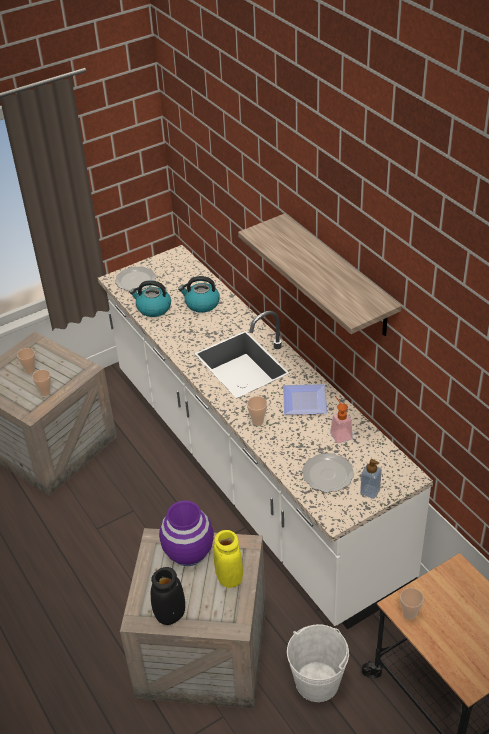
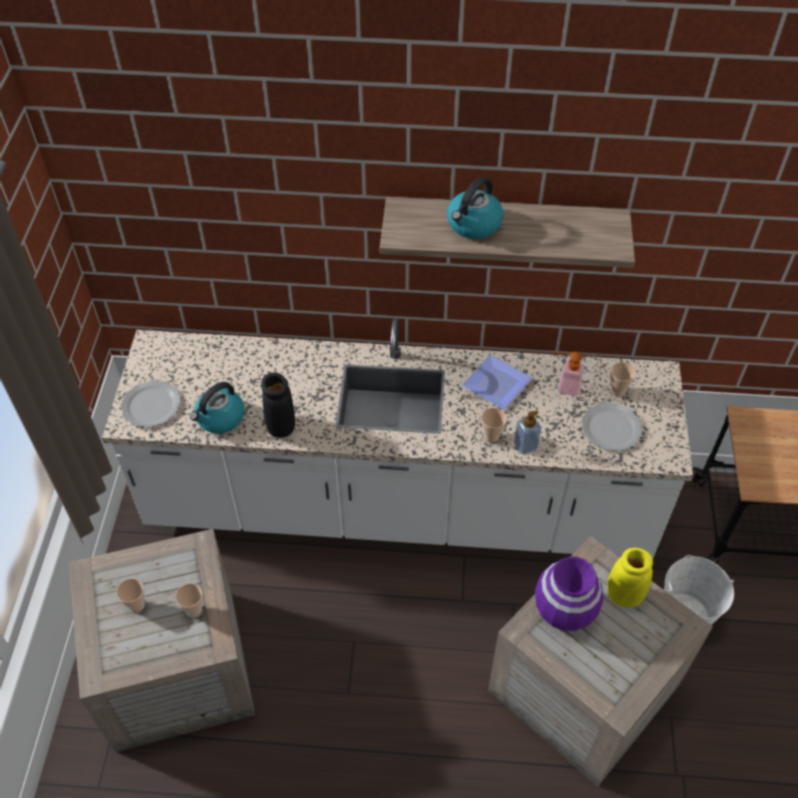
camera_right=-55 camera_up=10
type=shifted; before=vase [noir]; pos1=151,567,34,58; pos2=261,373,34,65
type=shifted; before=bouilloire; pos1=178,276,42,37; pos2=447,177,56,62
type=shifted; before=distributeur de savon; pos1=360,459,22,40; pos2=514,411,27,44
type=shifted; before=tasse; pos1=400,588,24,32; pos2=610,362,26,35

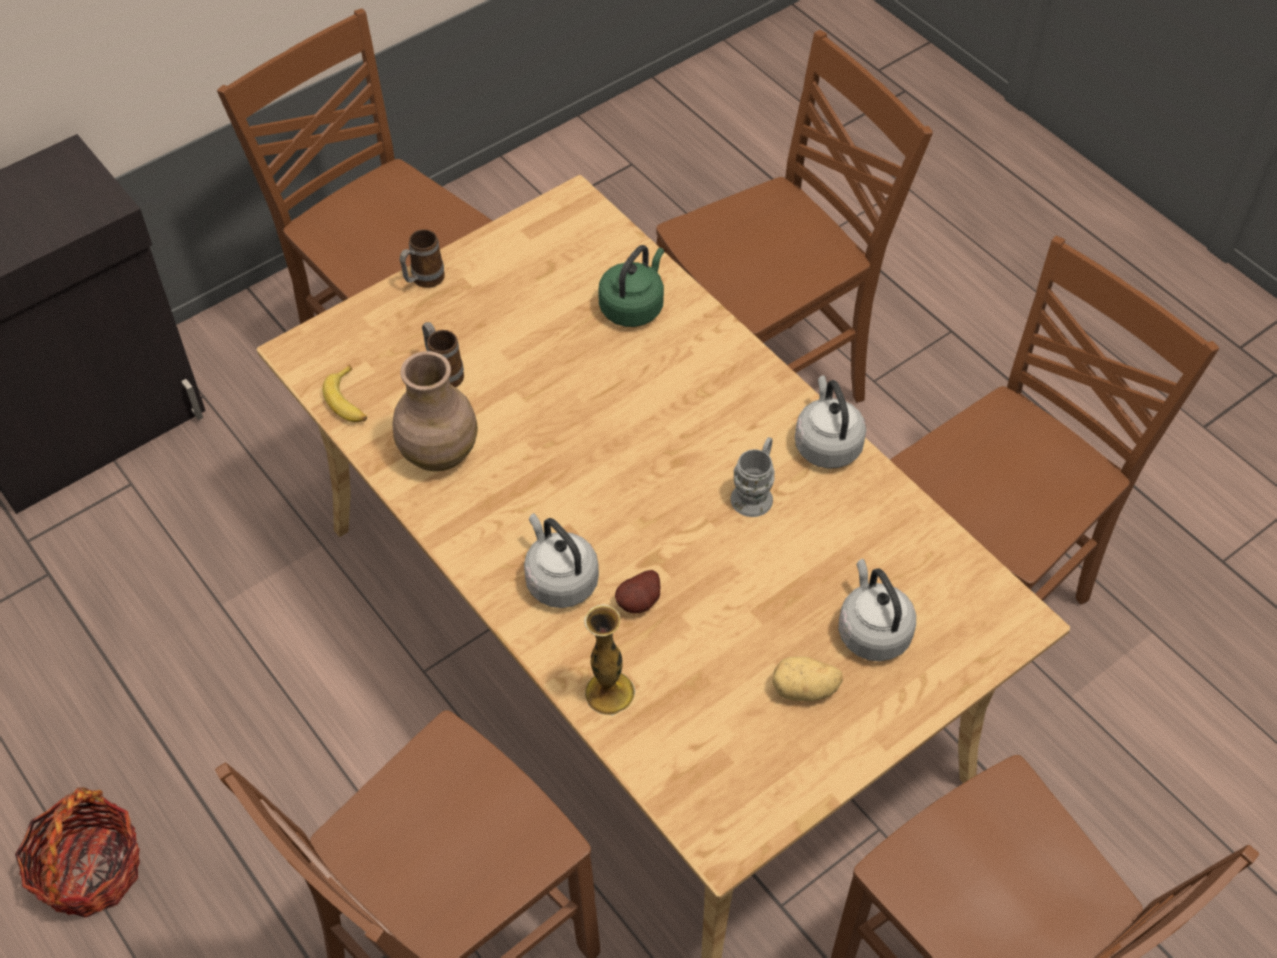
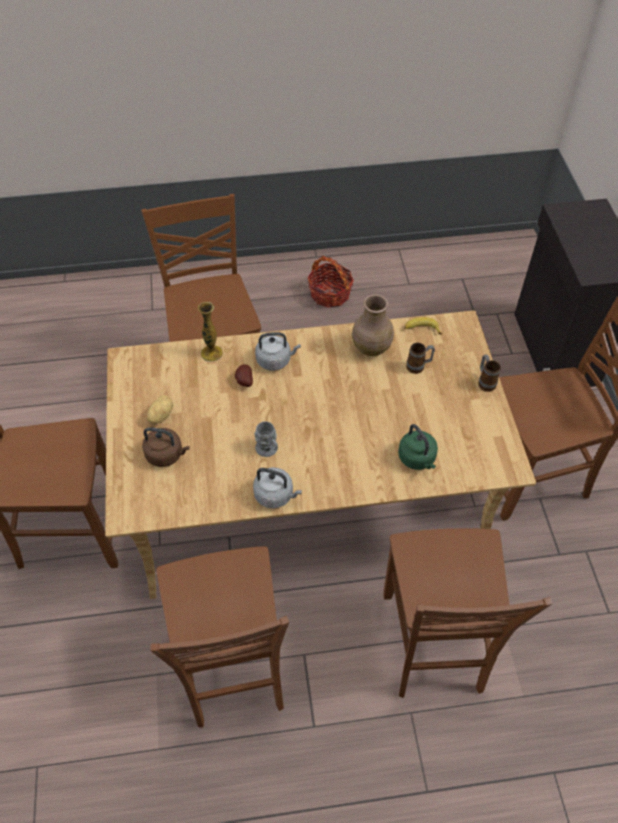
camera_right=120 camera_up=0
type=repainted; before=bouilloire [gris]; after=bouilloire [marron]; pos1=838,559,78,102; pos2=142,428,47,39

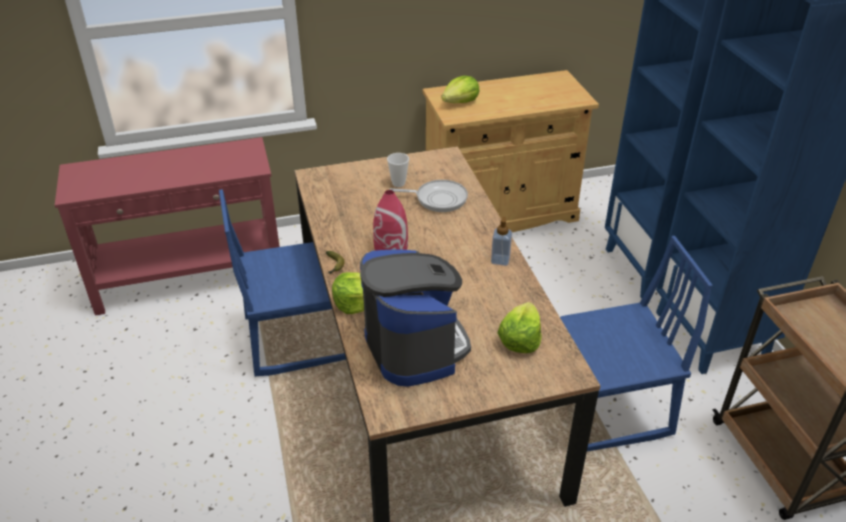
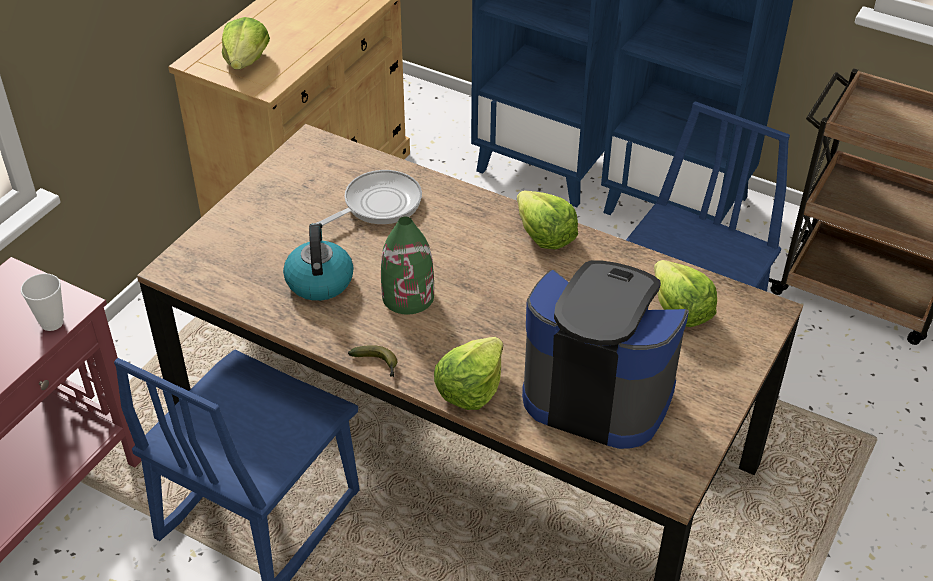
camera_right=-45 camera_up=5
type=repainted; before=vase [rouge]; after=vase [vert]; pos1=373,190,35,61; pos2=381,216,53,98
type=shifted; before=tasse; pos1=387,153,22,34; pos2=21,273,43,58
type=swapped; before=distributeur de savon; after=laitue; pos1=491,217,21,49; pos2=517,190,61,60
type=new; after=bouilloire; pos2=283,223,71,78

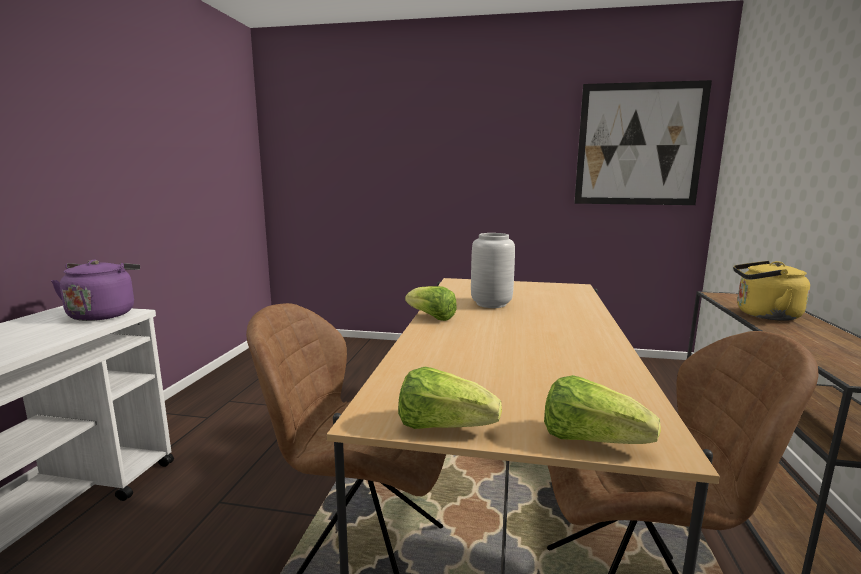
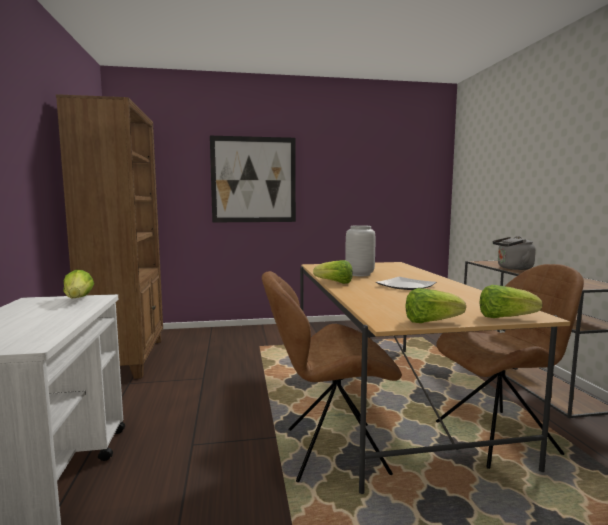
camera_right=-20 camera_up=-5
type=swapped; before=bouilloire [violet]; after=laitue; pos1=51,260,89,61; pos2=63,269,31,29
type=shifted; before=tableau; pos1=574,80,138,125; pos2=210,136,86,86
type=repainted; before=bouilloire [jaune]; after=bouilloire [gris]; pos1=733,261,77,60; pos2=493,236,43,34
type=new; after=bibliothèque [marron]; pos2=56,94,107,285
type=new; after=assiette; pos2=376,277,61,13

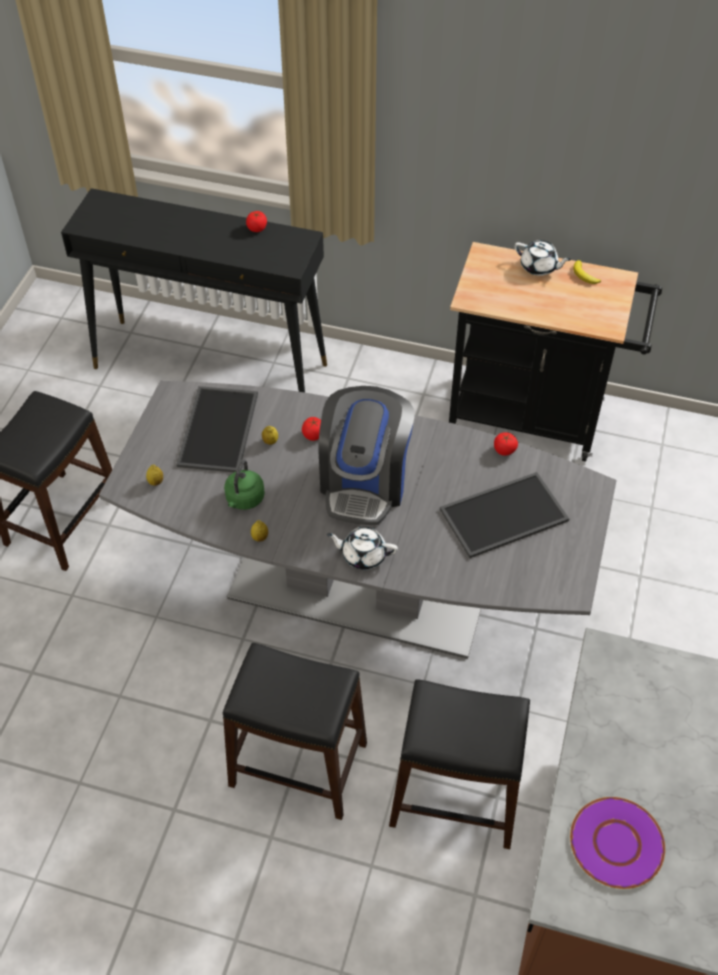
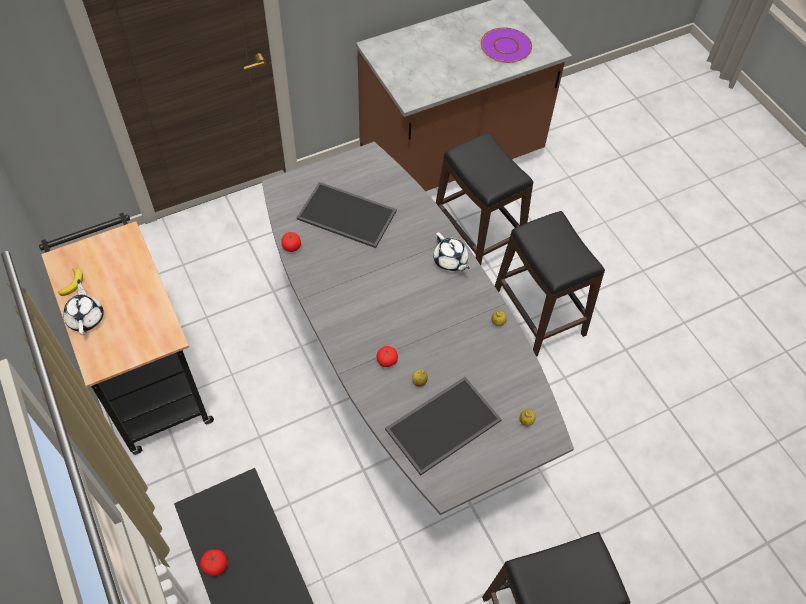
camera_right=-135 camera_up=5
type=gone; before=bouilloire [vert]; pos1=224,460,41,50
type=gone; before=machine à café; pos1=318,386,97,139

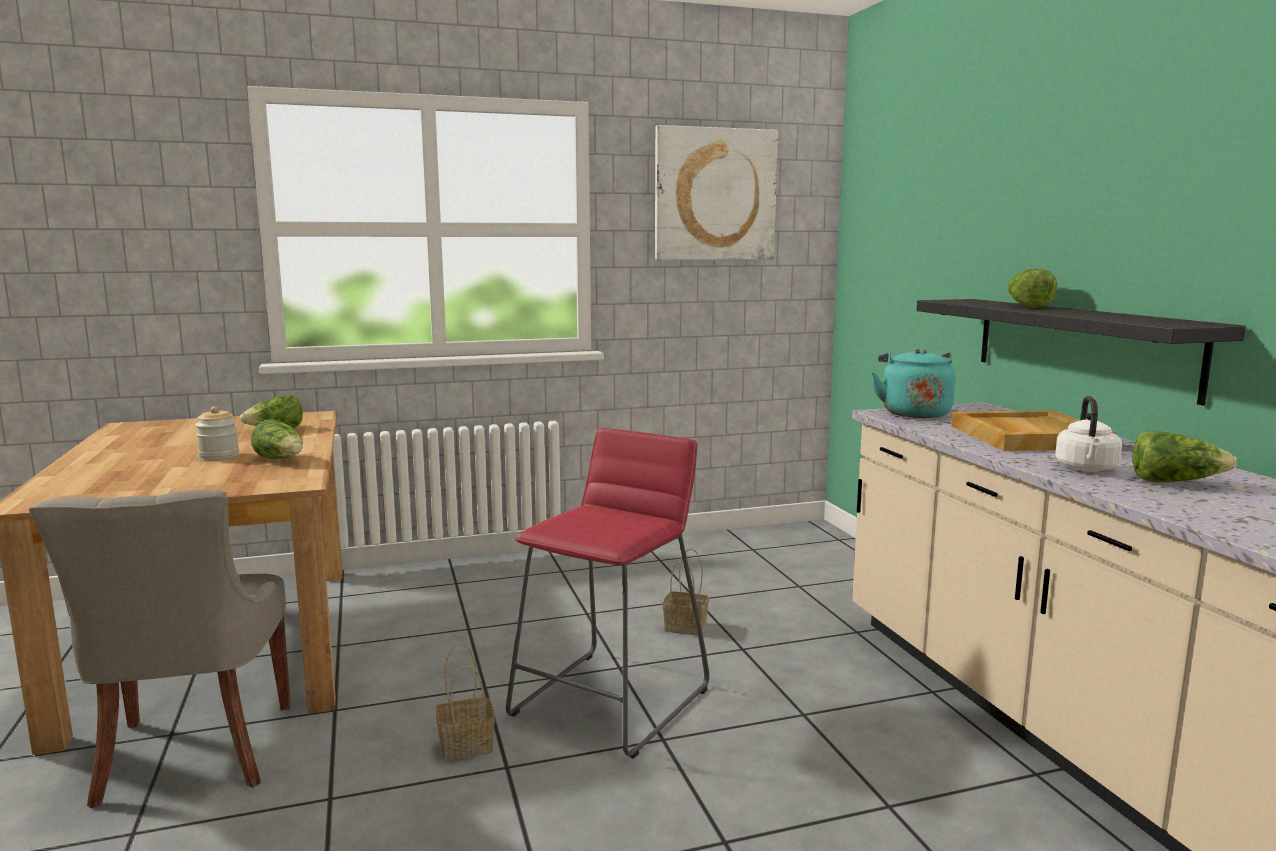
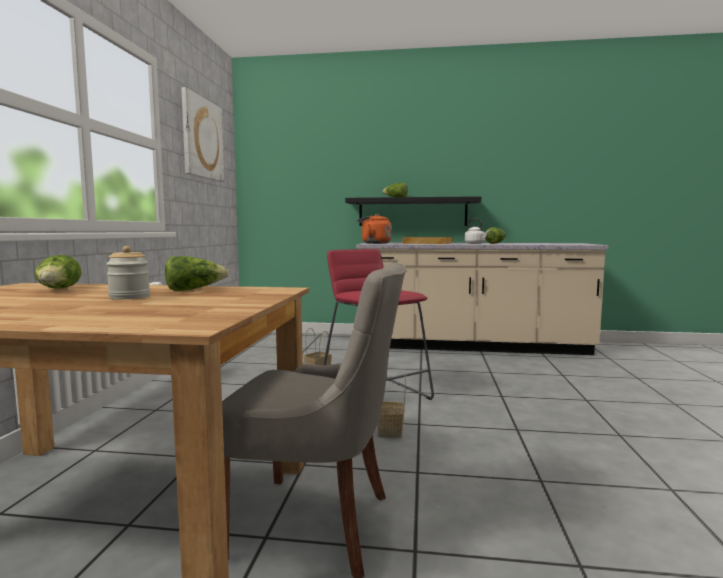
camera_right=-65 camera_up=-5
type=repainted; before=bouilloire [turquoise]; after=bouilloire [orange]; pos1=870,348,86,70; pos2=357,214,35,30

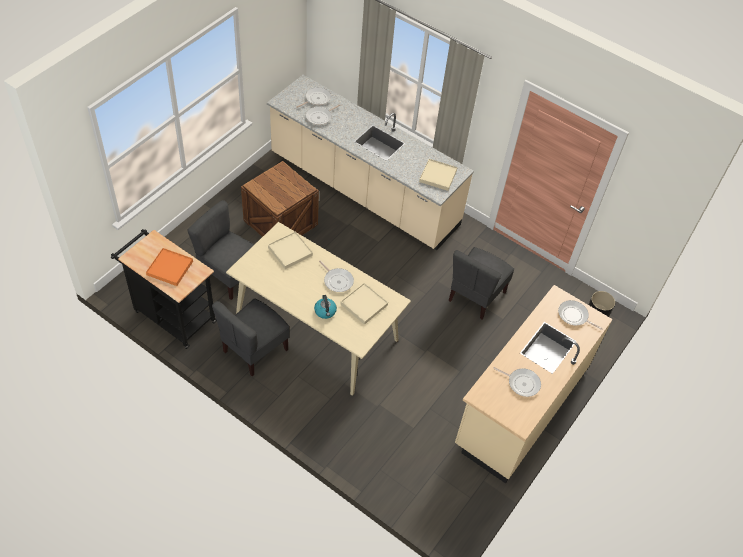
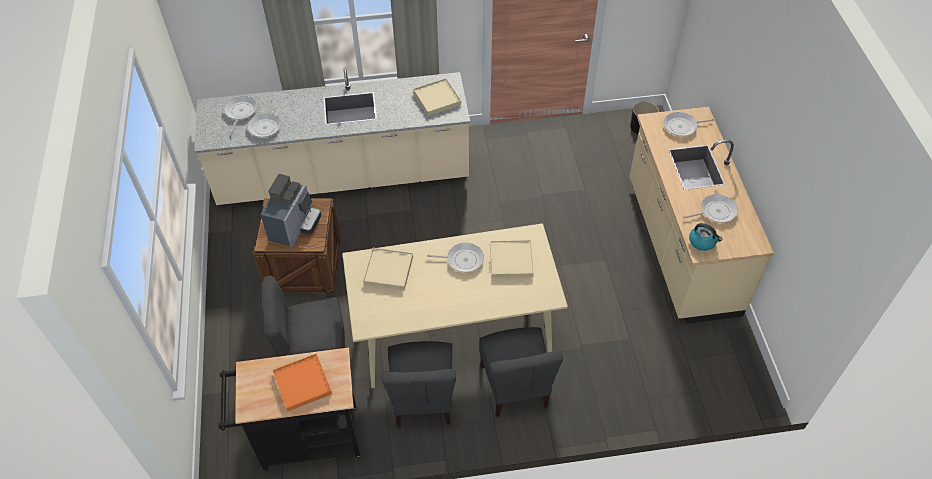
camera_right=-40 camera_up=0
type=shifted; before=bouilloire; pos1=314,295,23,24; pos2=689,223,33,28
type=shifted; before=chaise [gris]; pos1=449,247,65,72; pos2=479,327,84,90
type=new; after=machine à café; pos2=261,174,60,73

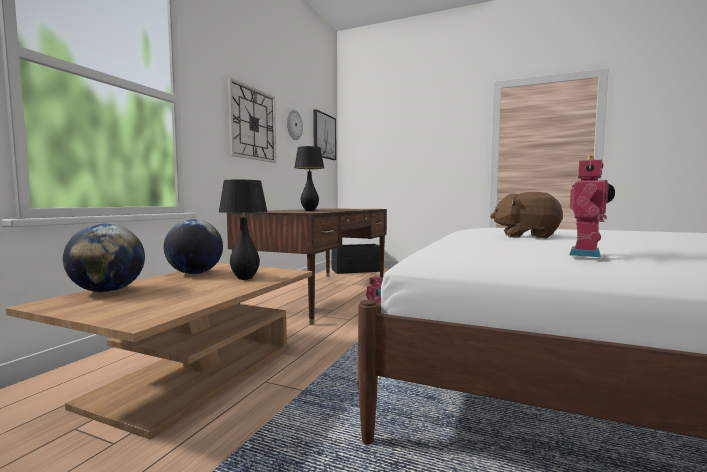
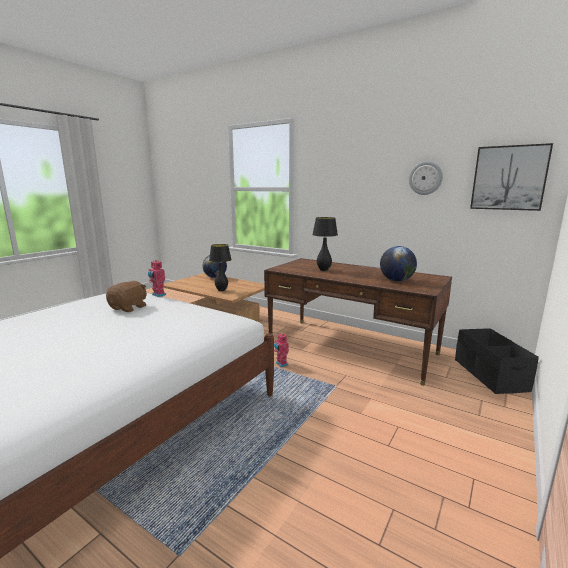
camera_right=100 camera_up=10
type=shifted; before=globe; pos1=163,219,60,55; pos2=380,246,37,36
type=gone; before=horloge murale; pos1=227,77,49,86
type=shifted; before=robot jouet; pos1=569,155,46,102; pos2=148,260,18,37

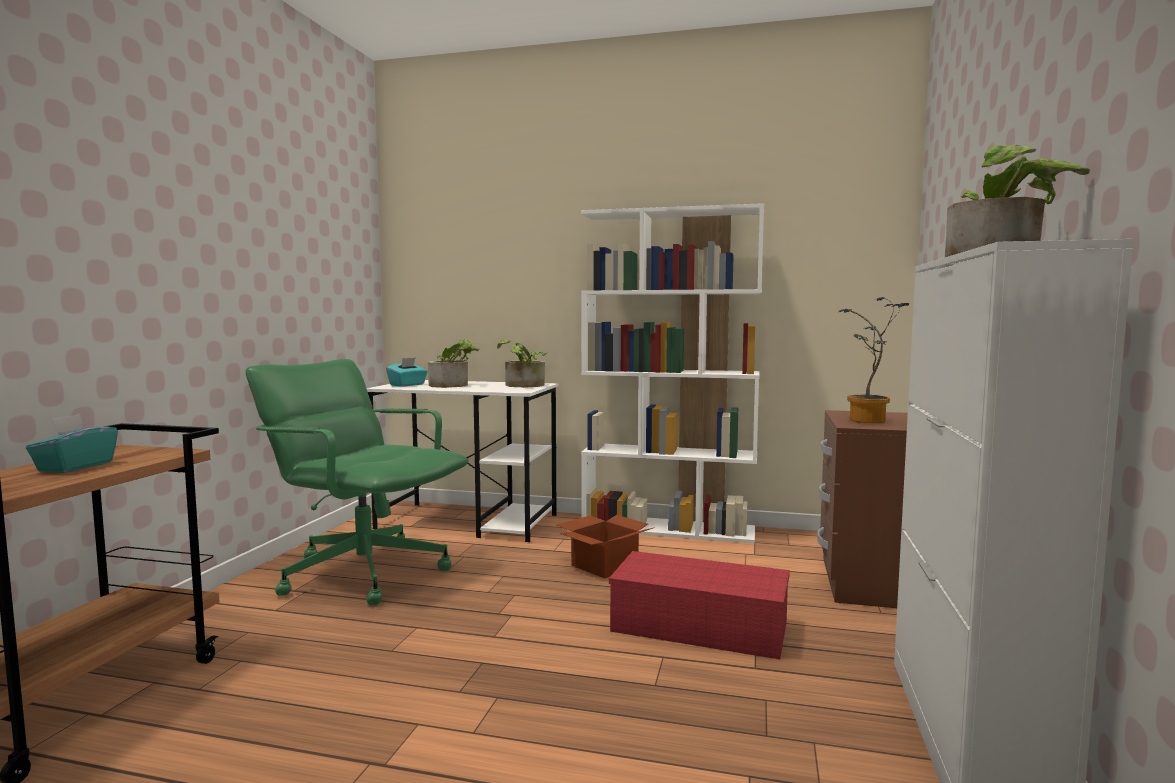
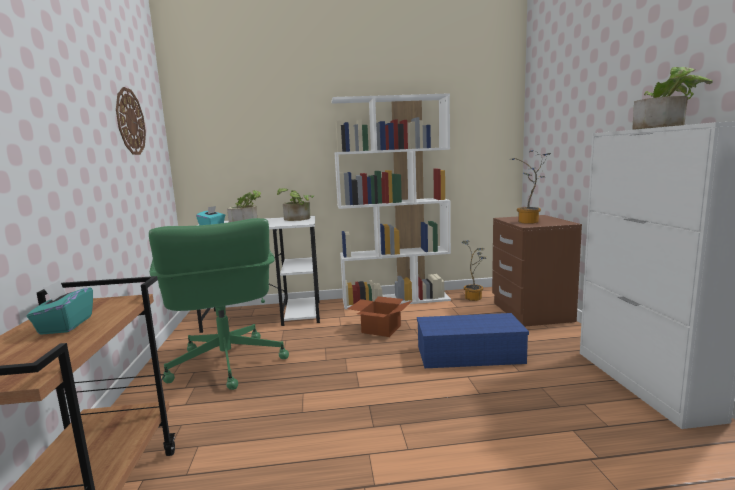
camera_right=-20 camera_up=5
type=rotated; before=chaise de bureau [vert]; pos1=245,359,224,246; pos2=149,218,140,172; turn=-120
type=repainted; before=boîte de rangement [rouge]; after=boîte de rangement [bleu]; pos1=609,551,181,108; pos2=417,313,112,55
type=new; after=horloge murale; pos2=116,87,30,68
type=new; after=plante en pot; pos2=462,240,24,61

